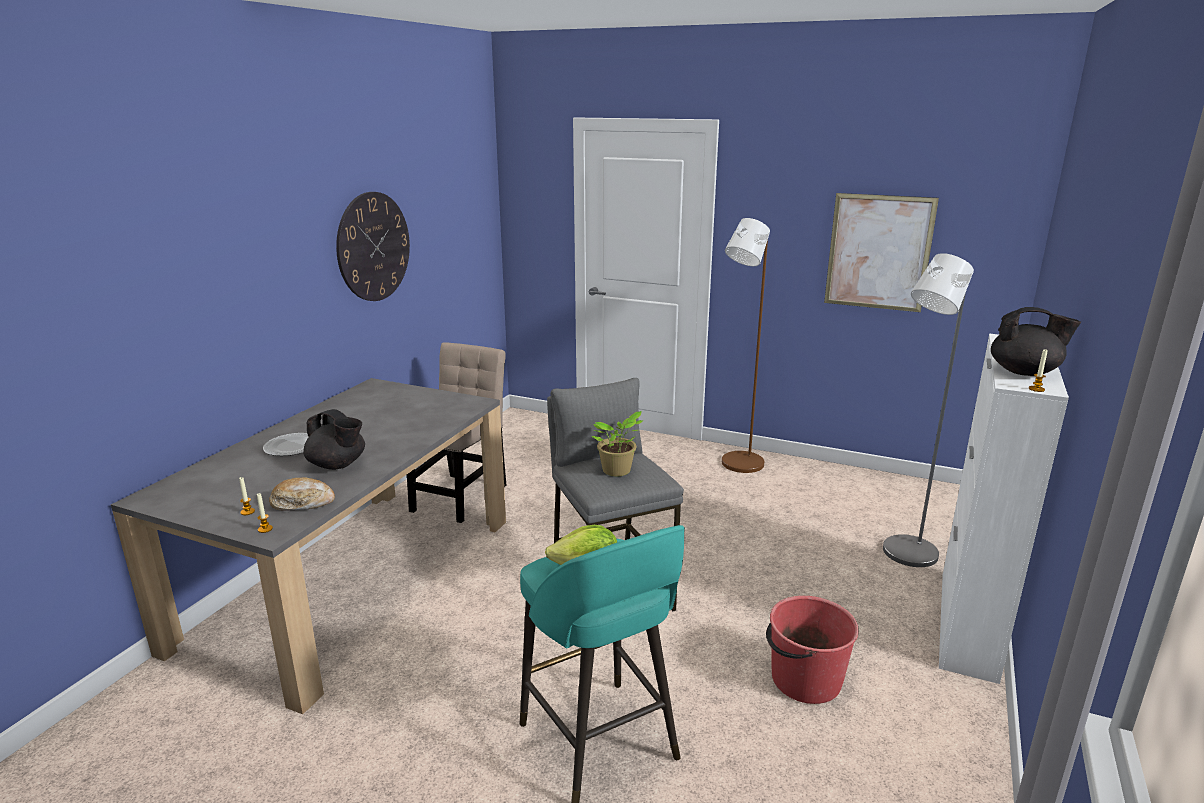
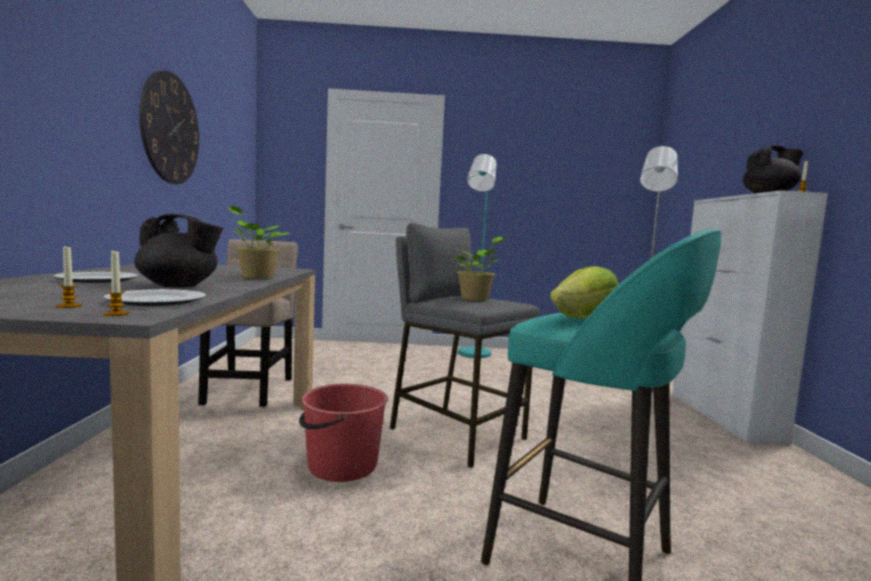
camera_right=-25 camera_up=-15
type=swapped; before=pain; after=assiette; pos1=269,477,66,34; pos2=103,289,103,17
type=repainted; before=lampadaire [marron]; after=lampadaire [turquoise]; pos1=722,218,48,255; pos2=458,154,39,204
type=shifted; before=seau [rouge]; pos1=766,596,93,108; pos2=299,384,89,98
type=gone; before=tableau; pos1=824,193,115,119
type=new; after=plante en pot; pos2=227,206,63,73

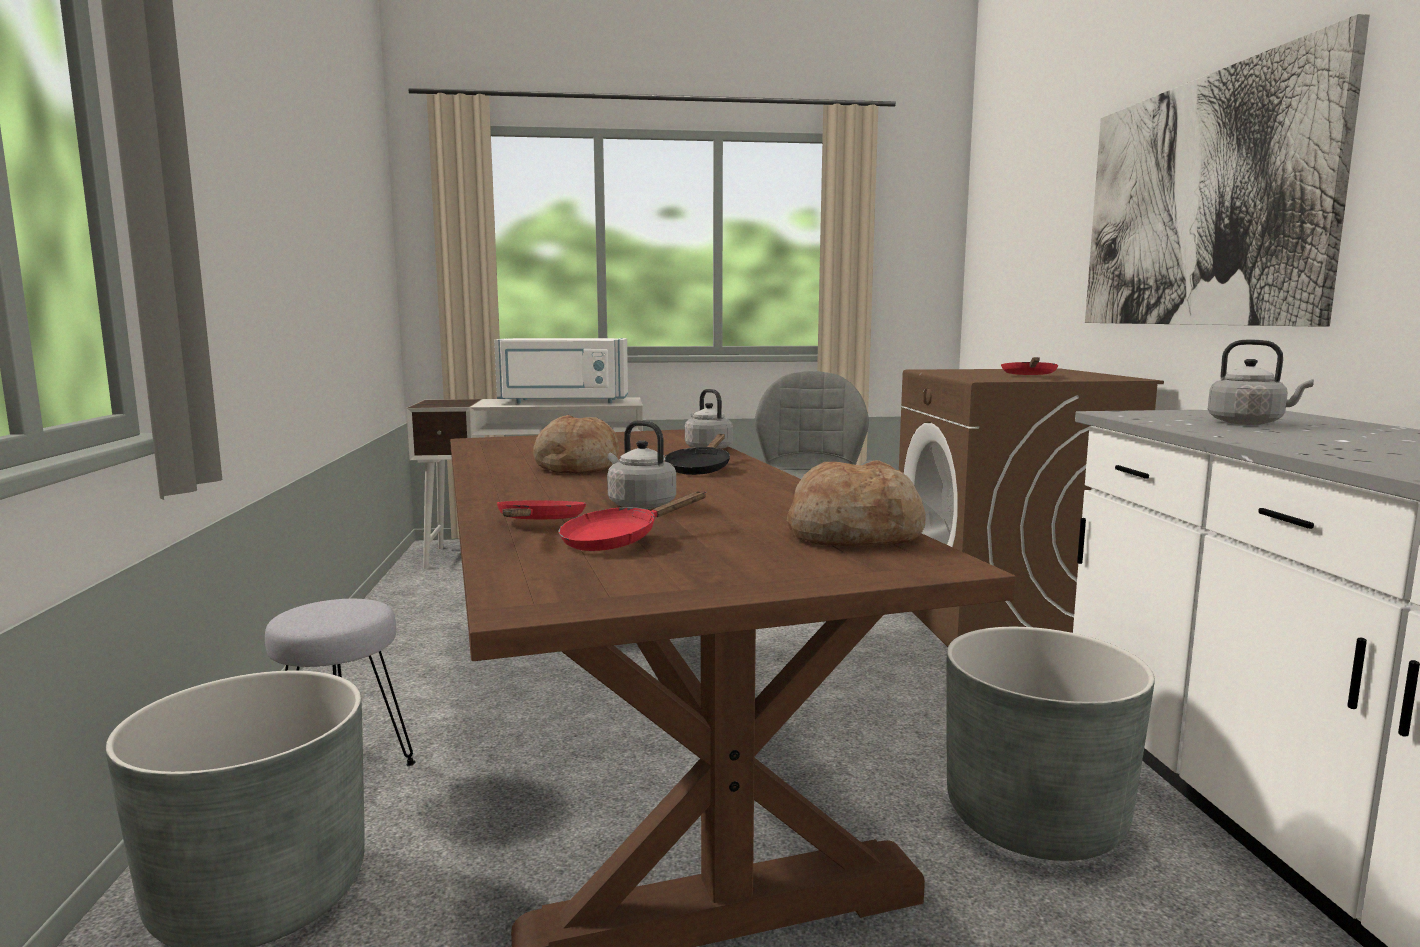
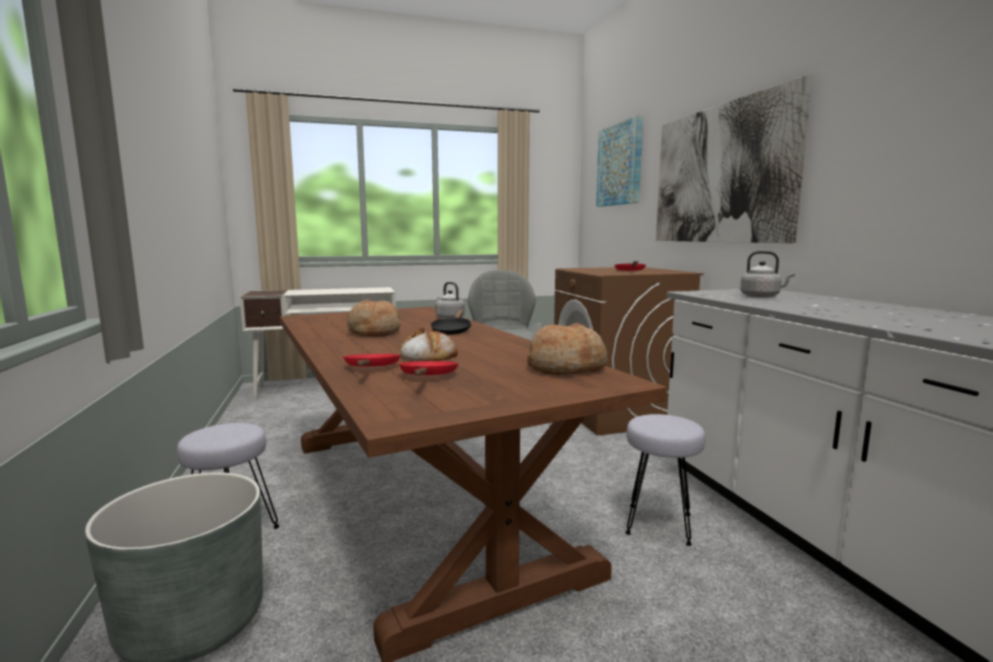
camera_right=-10 camera_up=0
type=gone; before=micro-ondes [blanc]; pos1=494,338,134,66
type=rotated; before=poêle [rouge]; pos1=558,491,149,60; pos2=398,361,61,14; turn=135
type=swapped; before=bouilloire [gris]; after=pain; pos1=607,421,69,88; pos2=400,328,58,33
type=swapped; before=cache-pot [gris]; after=tabouret [gris]; pos1=947,627,208,234; pos2=625,414,80,132
type=new; after=tableau; pos2=596,115,47,92

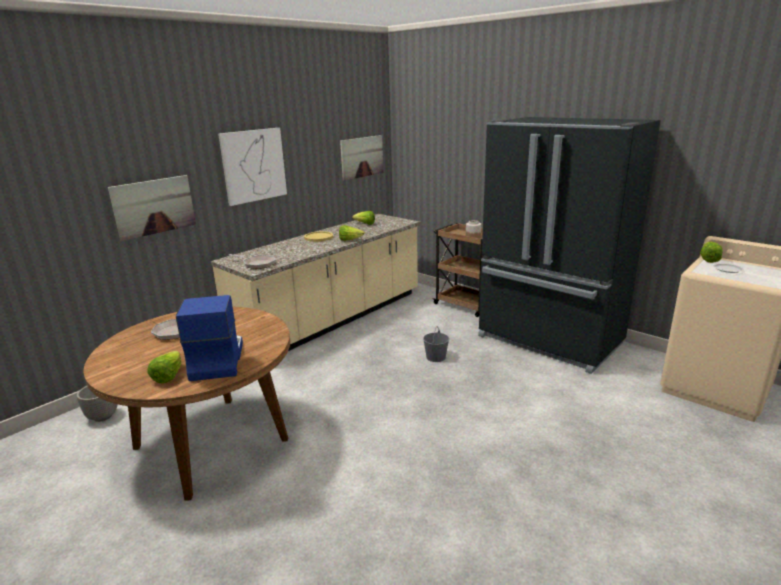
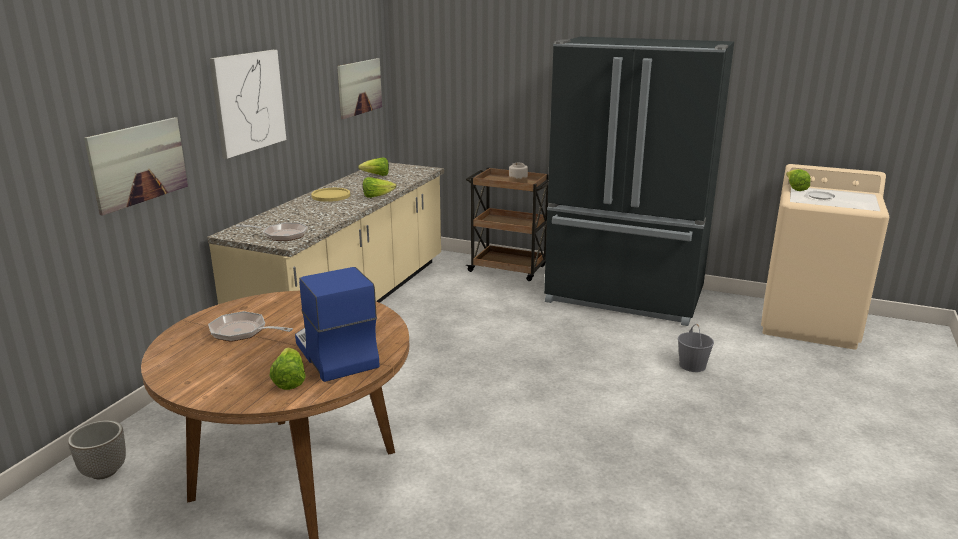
camera_right=-20 camera_up=0
type=shifted; before=seau [gris]; pos1=423,326,26,36; pos2=678,324,36,48

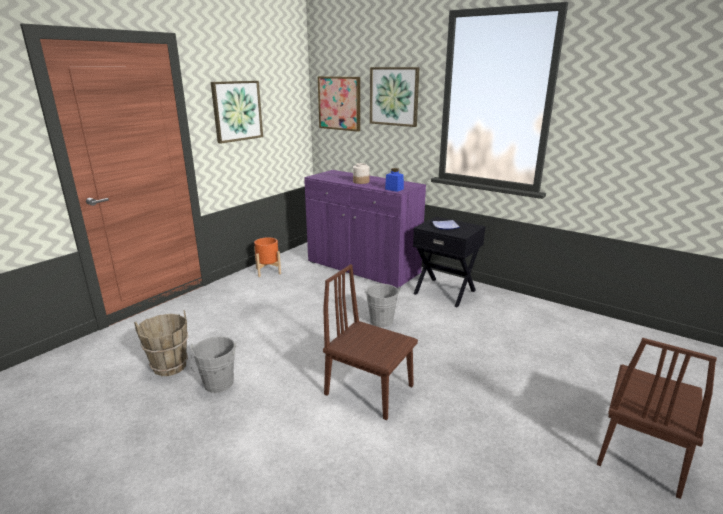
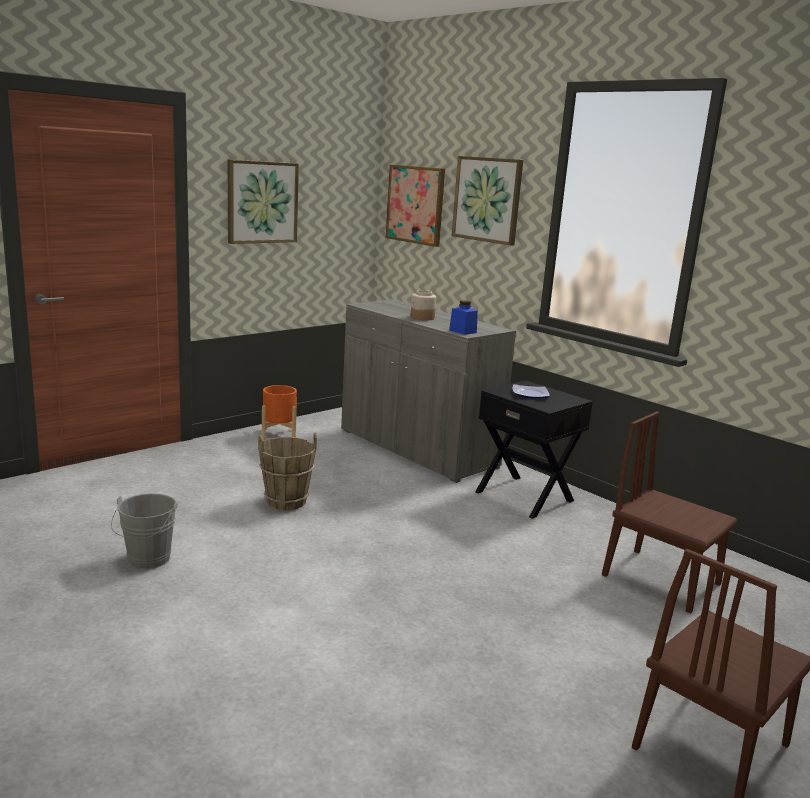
camera_right=10 camera_up=-5
type=shifted; before=seau [marron]; pos1=134,310,54,66; pos2=258,433,59,77
type=repainted; before=meuble de rangement [violet]; after=meuble de rangement [gris]; pos1=304,170,122,119; pos2=341,299,175,184
type=shifted; before=chaise [marron]; pos1=323,264,95,156; pos2=602,411,136,203
type=gone; before=seau [gris]; pos1=365,284,35,43

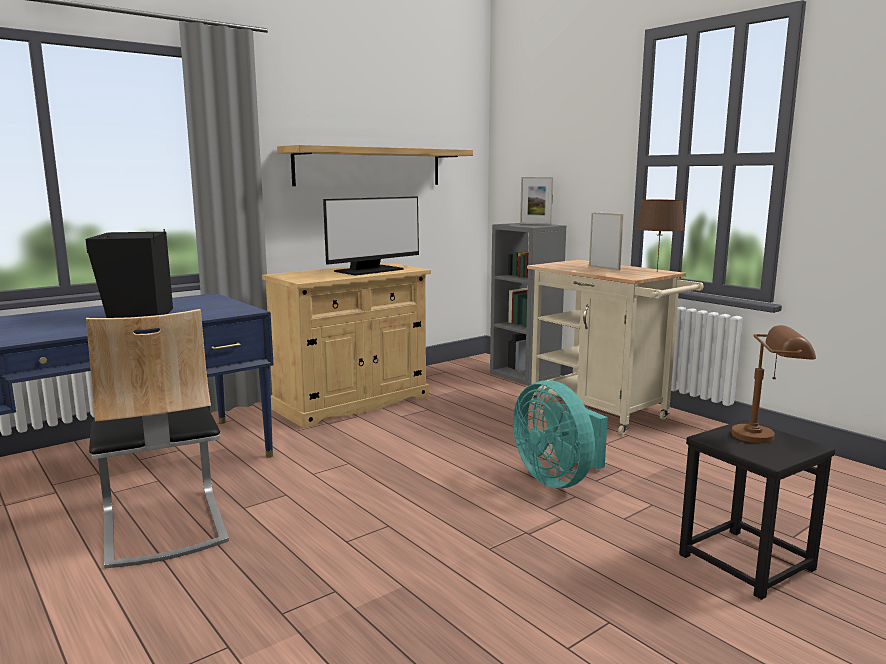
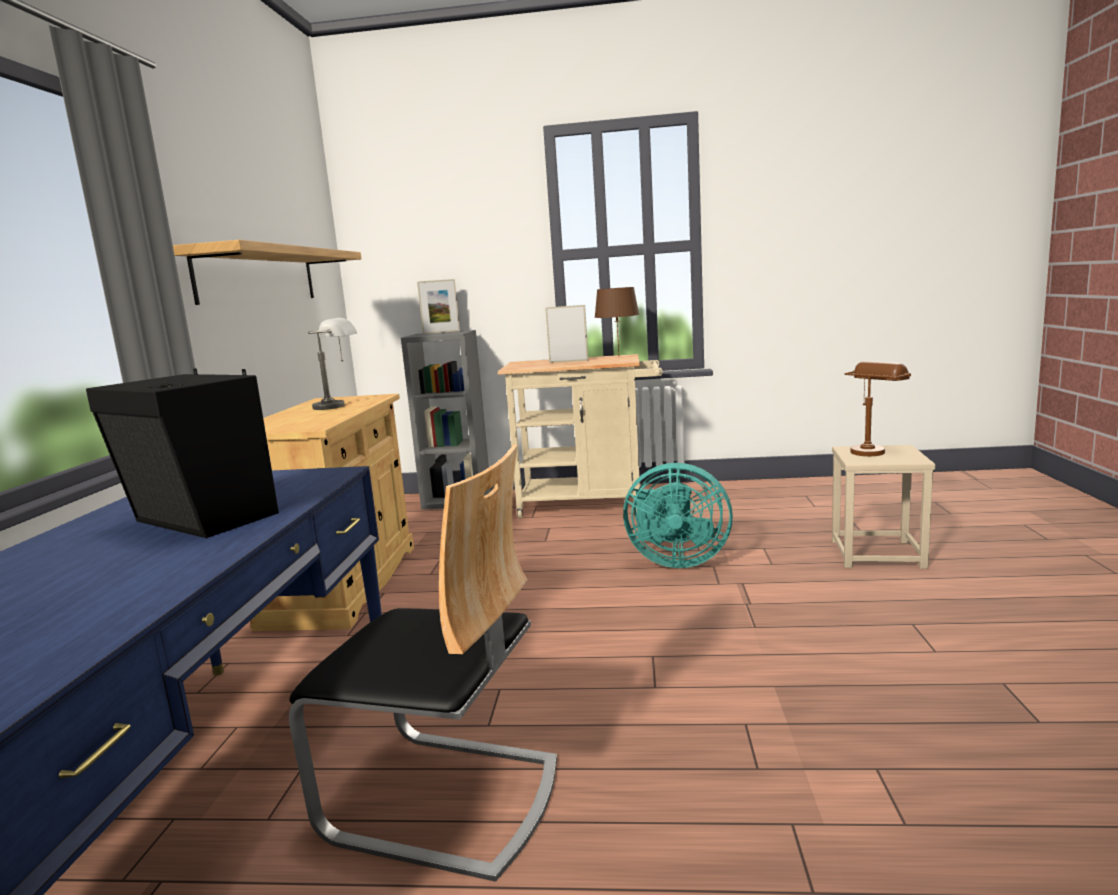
camera_right=-45 camera_up=0
type=swapped; before=écran d'ordinateur; after=lampe de table [gris]; pos1=323,196,96,80; pos2=308,318,49,92
type=repainted; before=tabouret [noir]; after=tabouret [beige]; pos1=679,419,156,181; pos2=832,445,103,124

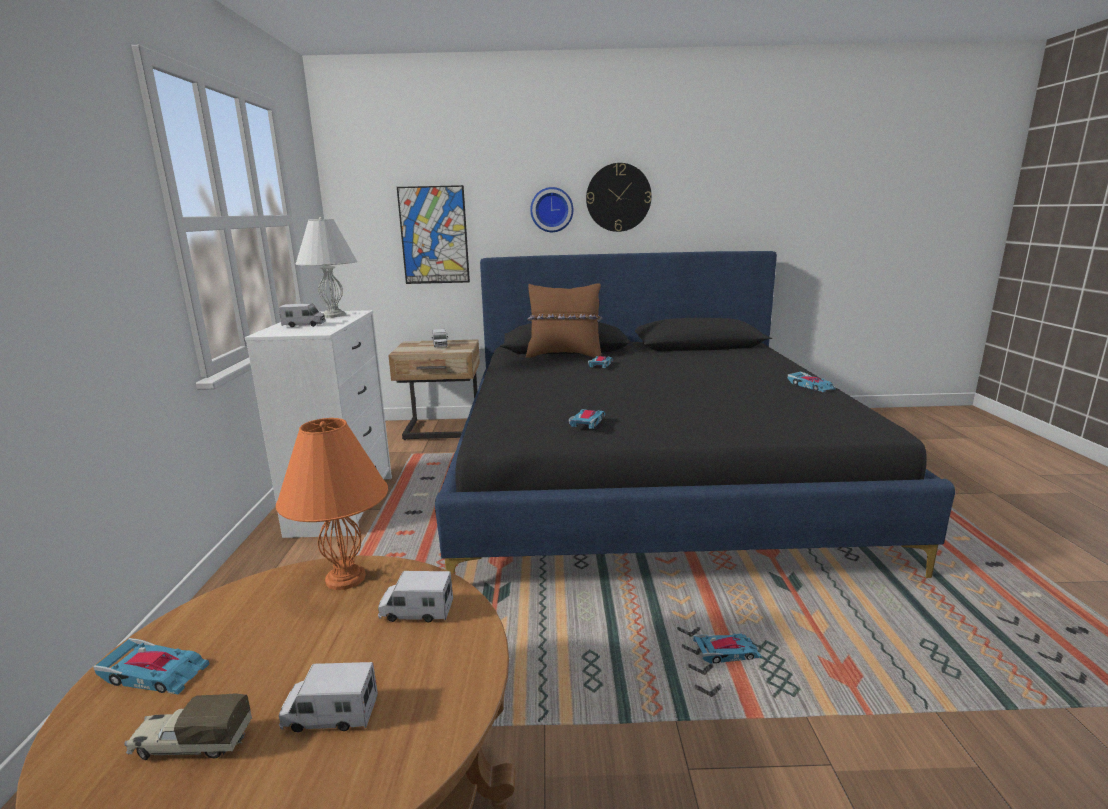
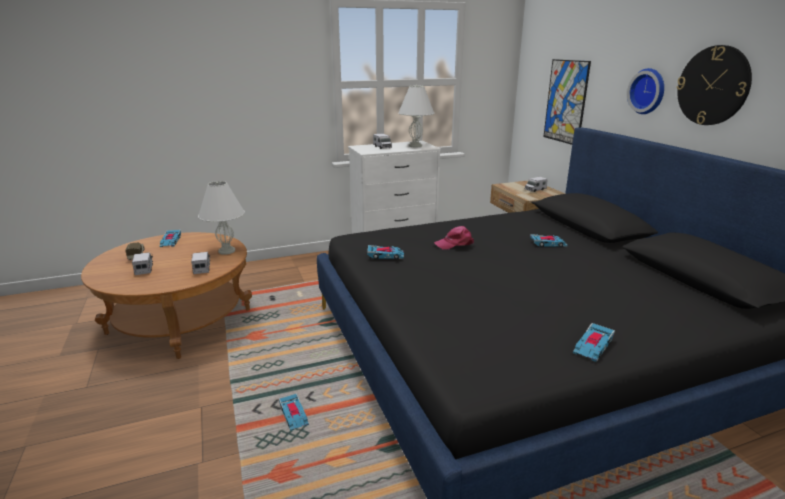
camera_right=70 camera_up=5
type=repainted; before=lampe de table [orange]; after=lampe de table [blanc]; pos1=276,418,112,172; pos2=198,181,47,74
type=gone; before=coussin [marron]; pos1=526,283,76,75
type=new; after=casquette [rose]; pos2=434,226,40,24

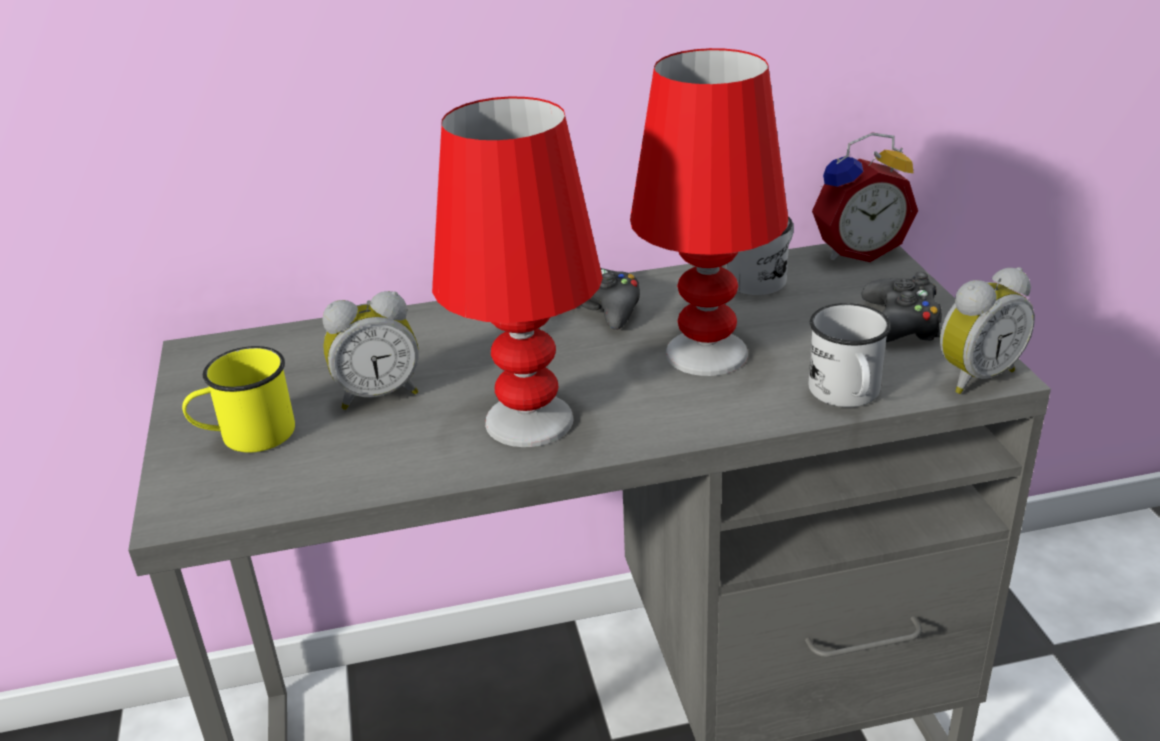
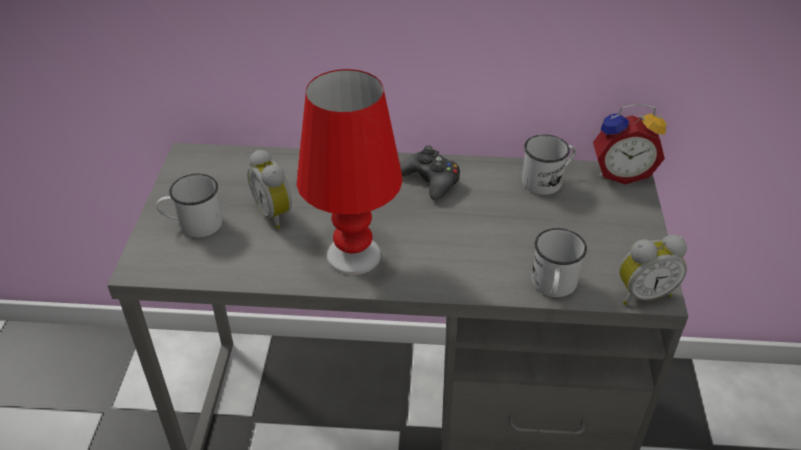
camera_right=15 camera_up=10
type=repainted; before=mug [jaune]; after=mug [blanc]; pos1=182,346,113,107; pos2=157,174,66,64
type=rotated; before=réveil; pos1=322,291,97,119; pos2=247,149,45,80; turn=60
type=gone; before=lampe de table [rouge]; pos1=630,48,158,328
type=gone; before=manette [noir]; pos1=862,272,80,70

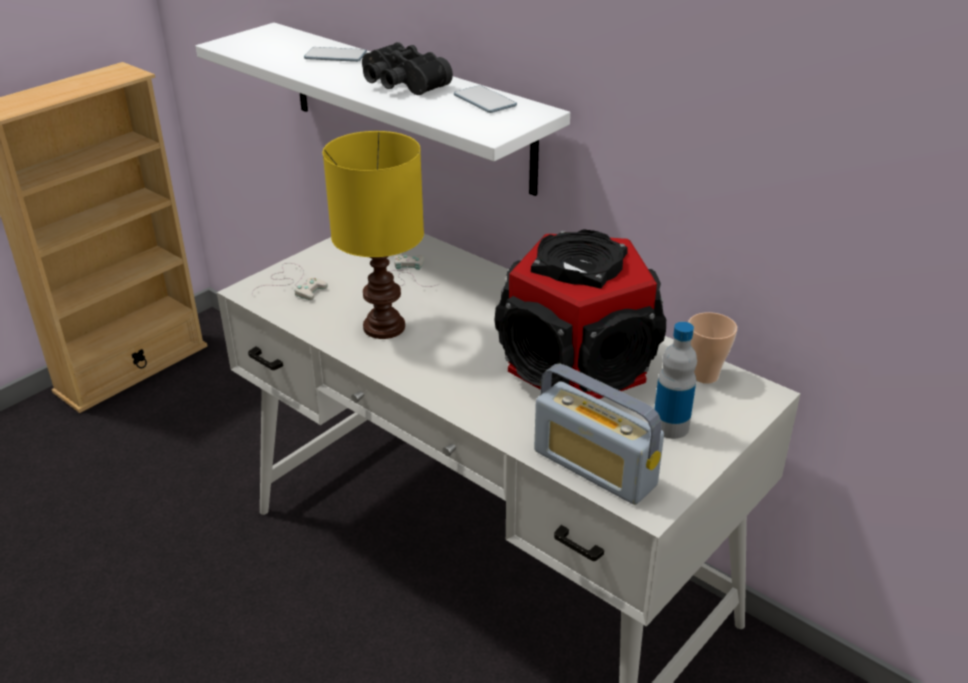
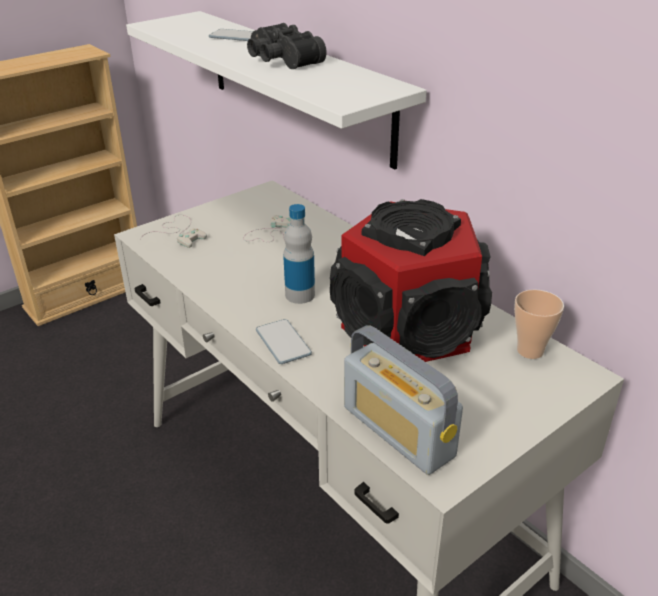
camera_right=10 camera_up=0
type=gone; before=lampe de table [jaune]; pos1=323,131,101,208
type=shifted; before=téléphone; pos1=454,85,63,28; pos2=256,319,56,45
type=shifted; before=bouteille; pos1=654,322,43,117; pos2=283,204,32,100

